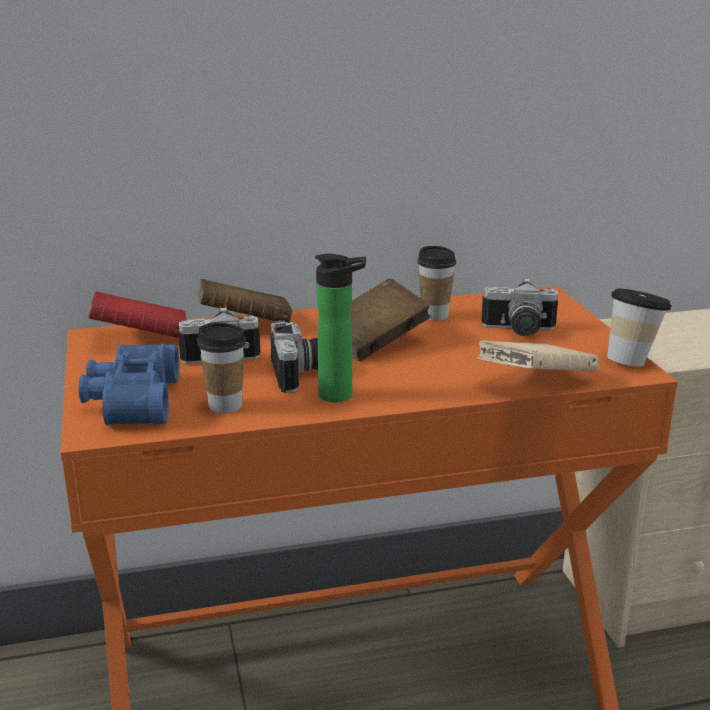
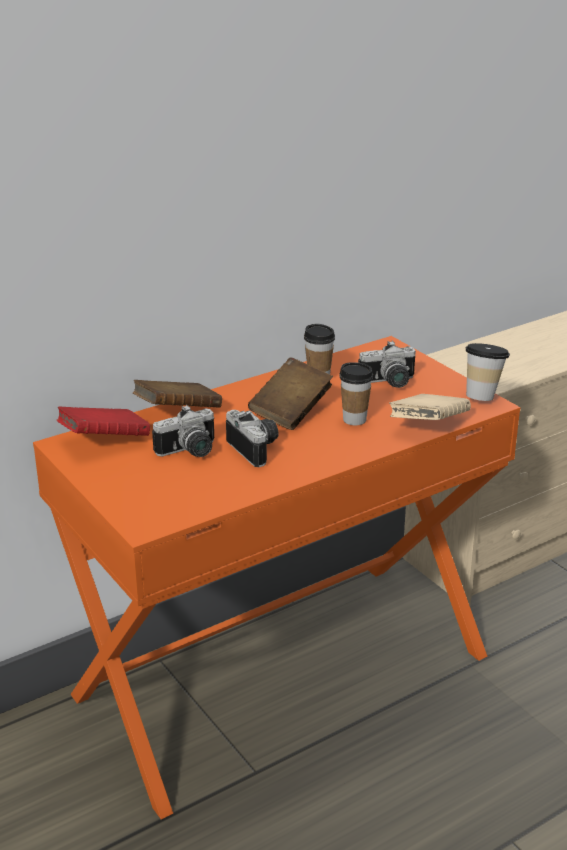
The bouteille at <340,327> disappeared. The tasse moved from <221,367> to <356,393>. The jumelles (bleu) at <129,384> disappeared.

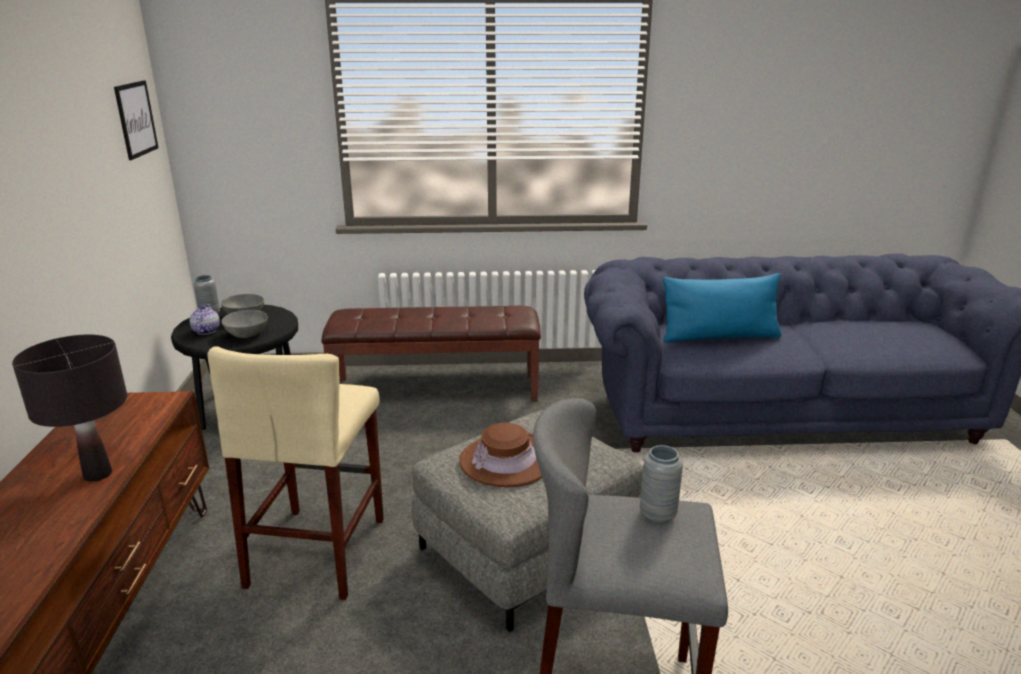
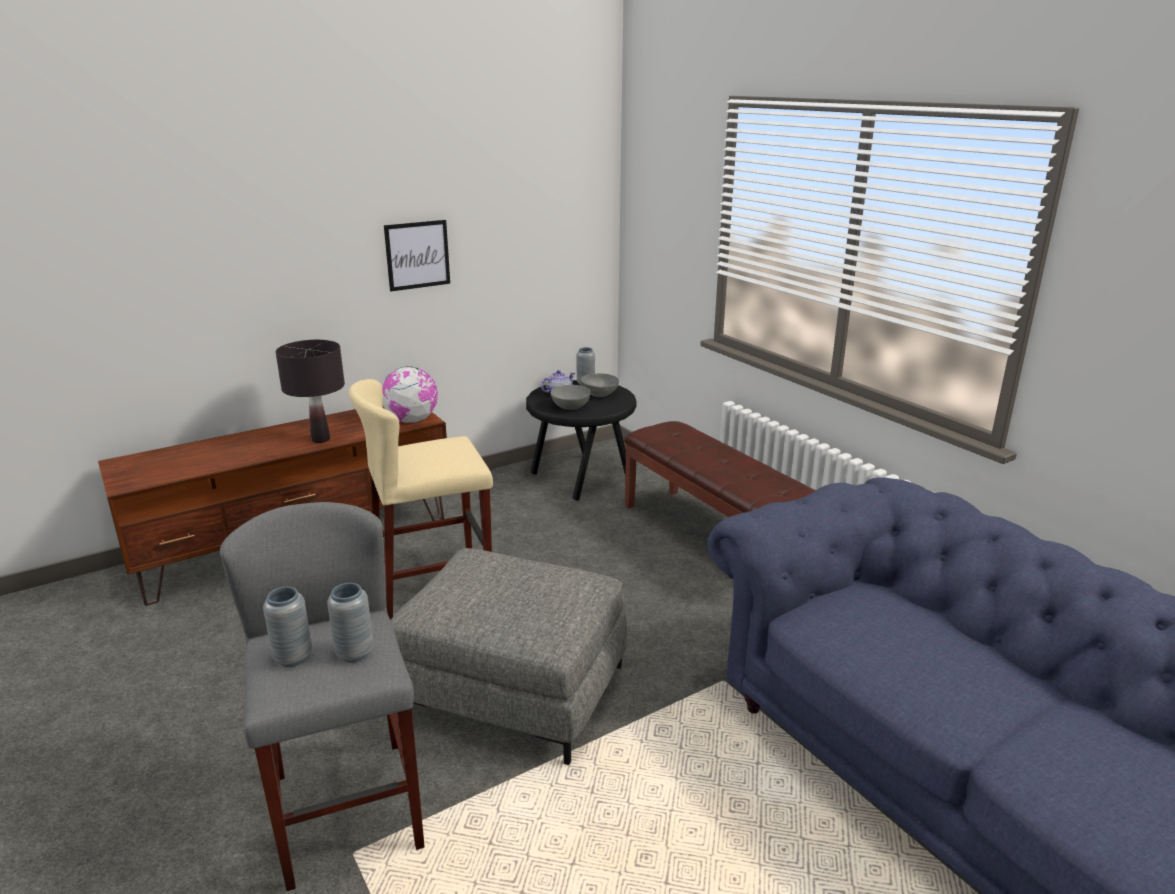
The tableau moved from <136,120> to <417,255>. The coussin (bleu) at <722,307> disappeared. The chapeau (marron) at <500,455> disappeared. The globe at <410,394> appeared. The vase (gris) at <287,627> appeared.

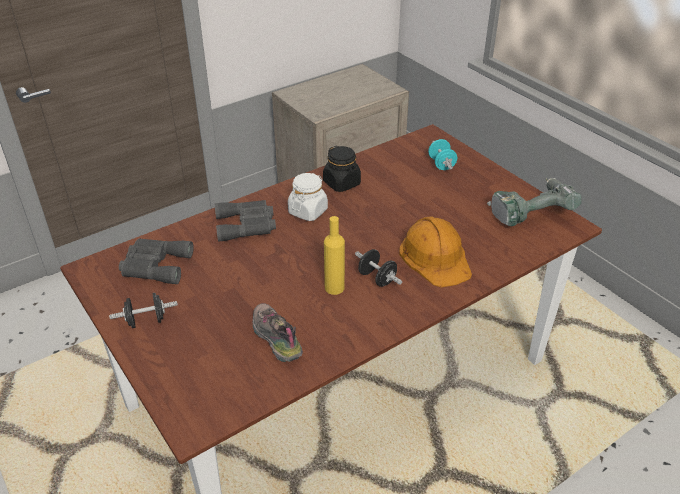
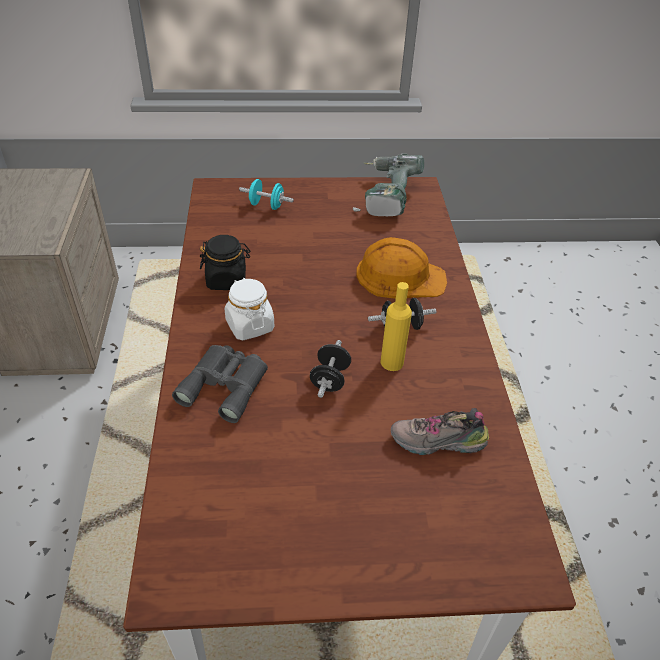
The jumelles (gris) at <156,261> disappeared. The haltère (noir) moved from <143,310> to <330,369>.

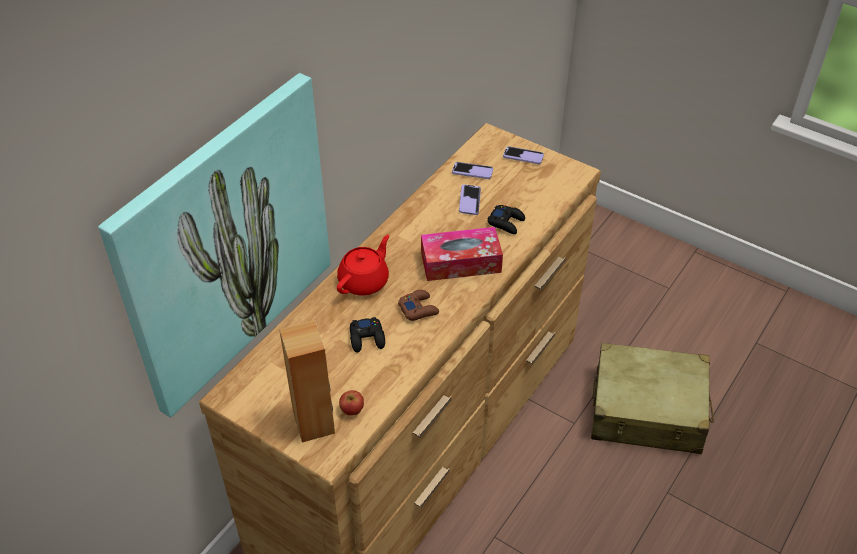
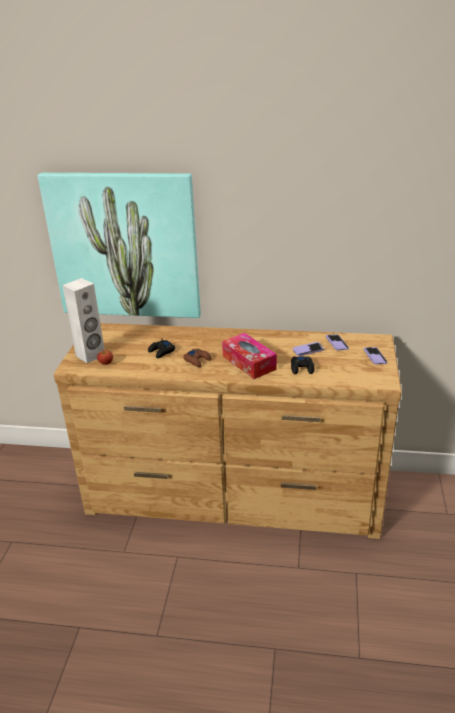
The théière (rouge) at <363,265> disappeared. The enceinte (marron) at <307,381> became the enceinte (blanc) at <83,320>. The valise (beige) at <652,398> disappeared.

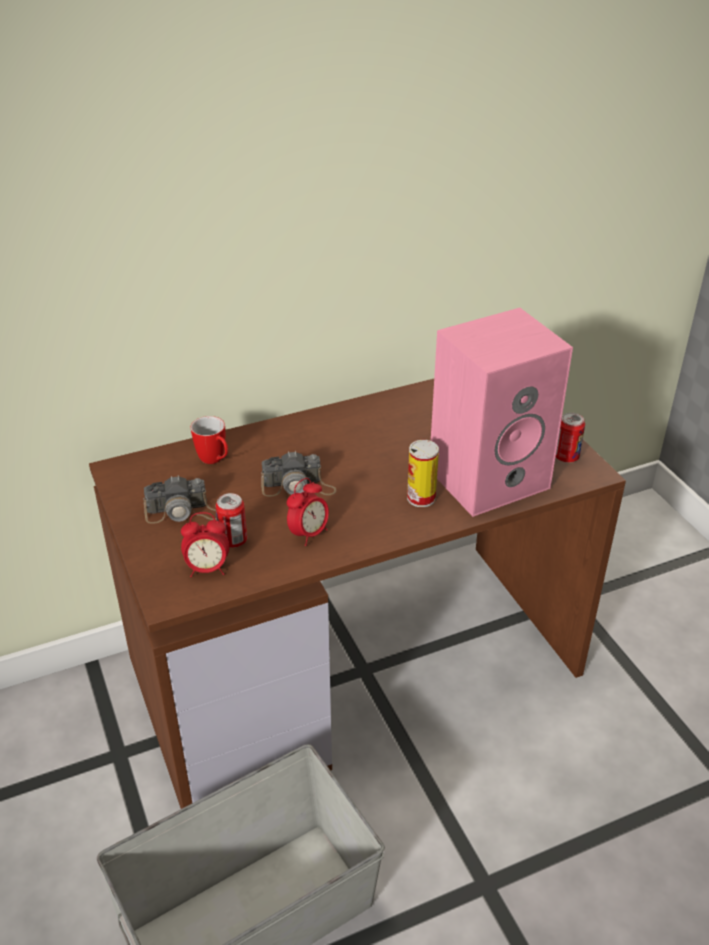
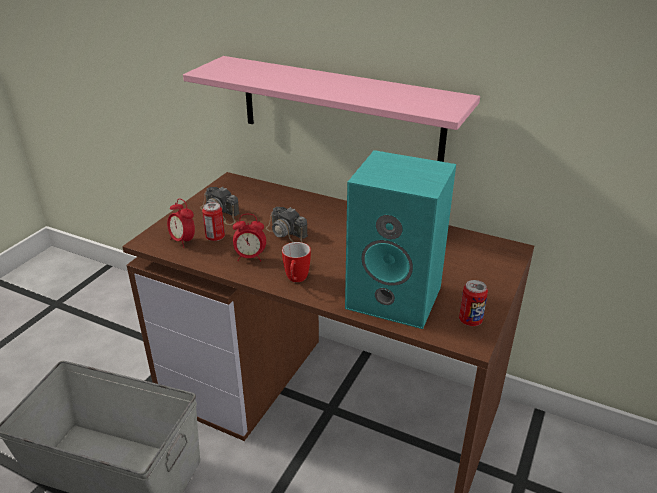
The enceinte (rose) at <502,412> became the enceinte (turquoise) at <400,239>. The mug moved from <209,440> to <296,262>. The boîte métallique at <423,473> disappeared. The étagère (rose) at <331,109> appeared.

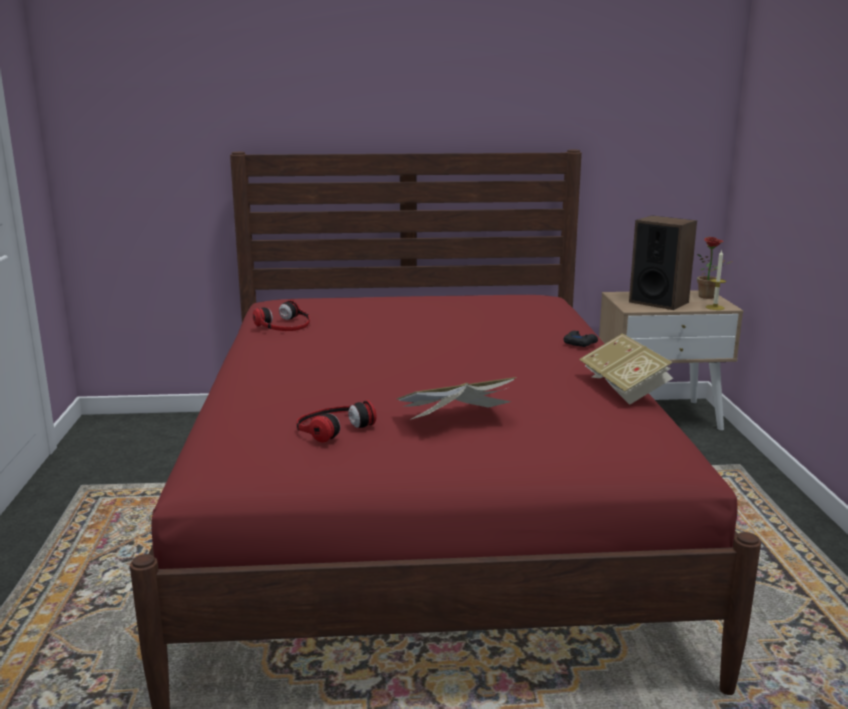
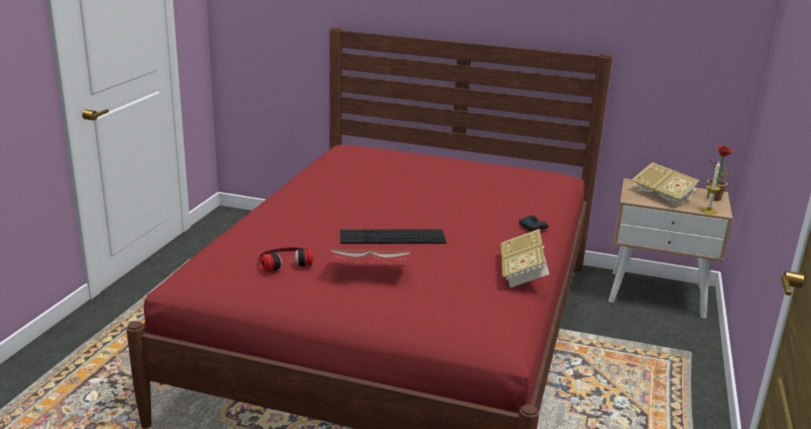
The enceinte at <663,262> was replaced by the livre at <665,184>. The casque audio at <281,315> disappeared. The clavier at <393,236> appeared.

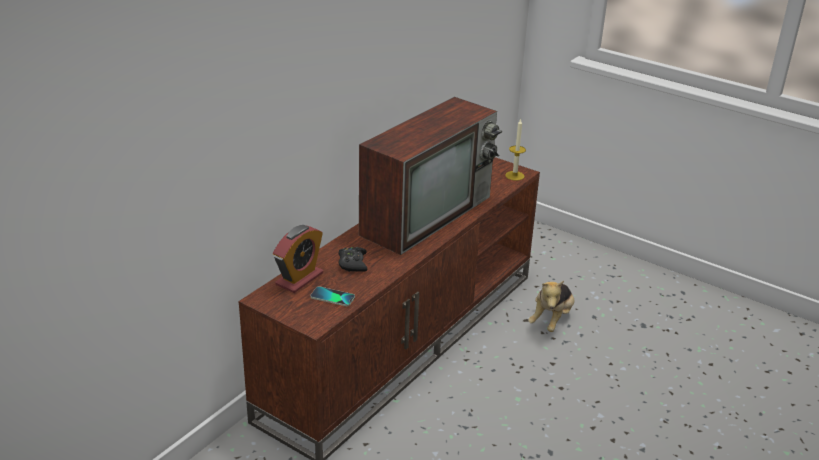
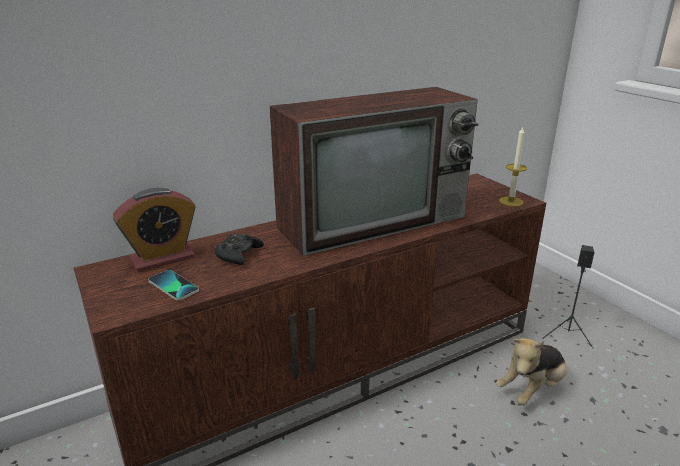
The enceinte (noir) at <569,297> appeared.

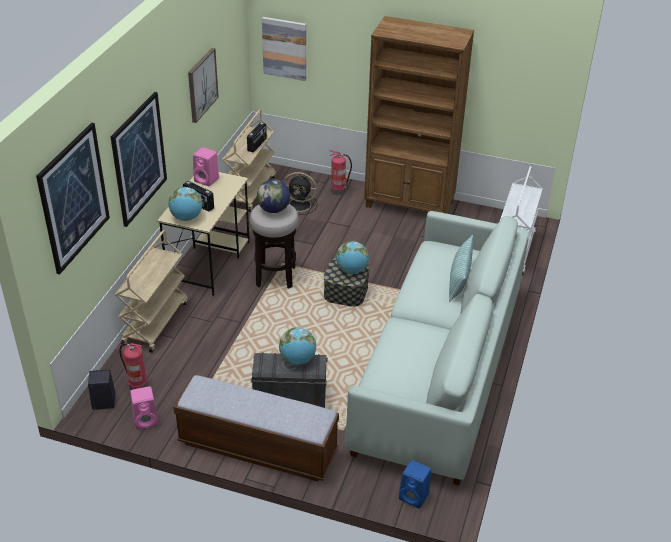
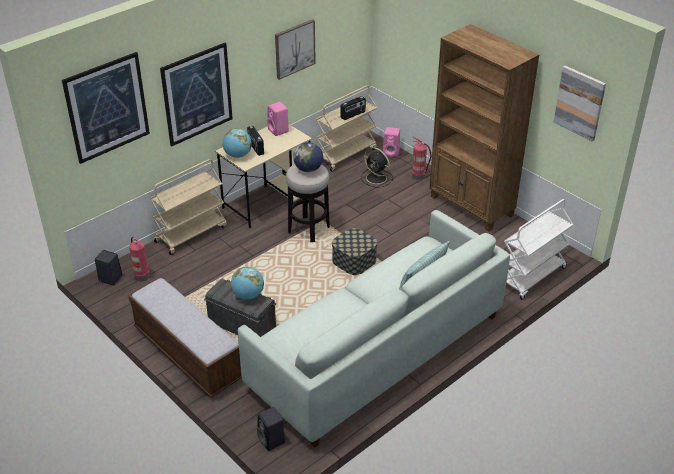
The tableau moved from <284,49> to <579,103>. The globe at <352,257> disappeared. The enceinte (rose) moved from <144,408> to <391,142>. The enceinte (bleu) at <415,484> became the enceinte (noir) at <271,429>.

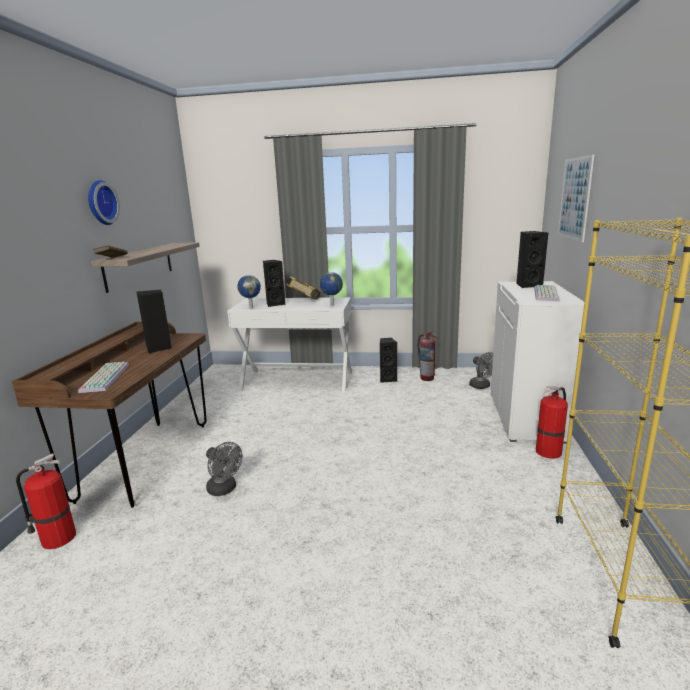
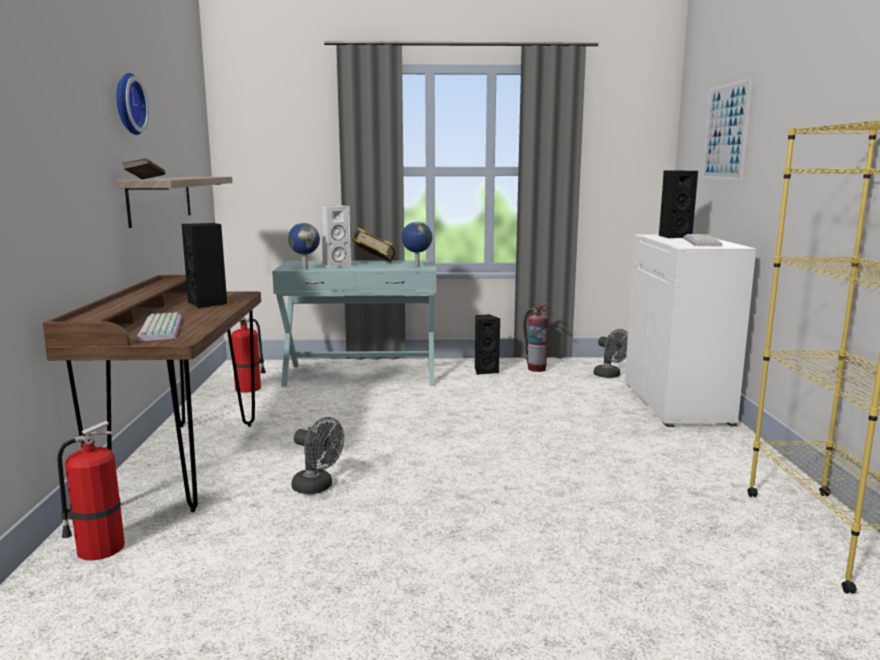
The enceinte (noir) at <274,283> became the enceinte (blanc) at <336,236>. The table console (blanc) at <289,345> became the table console (turquoise) at <354,323>. The extincteur moved from <552,423> to <248,355>.

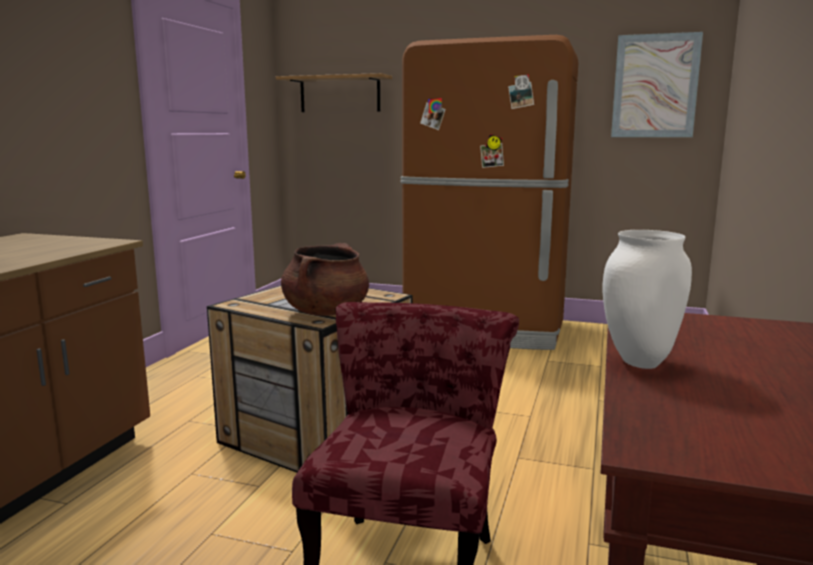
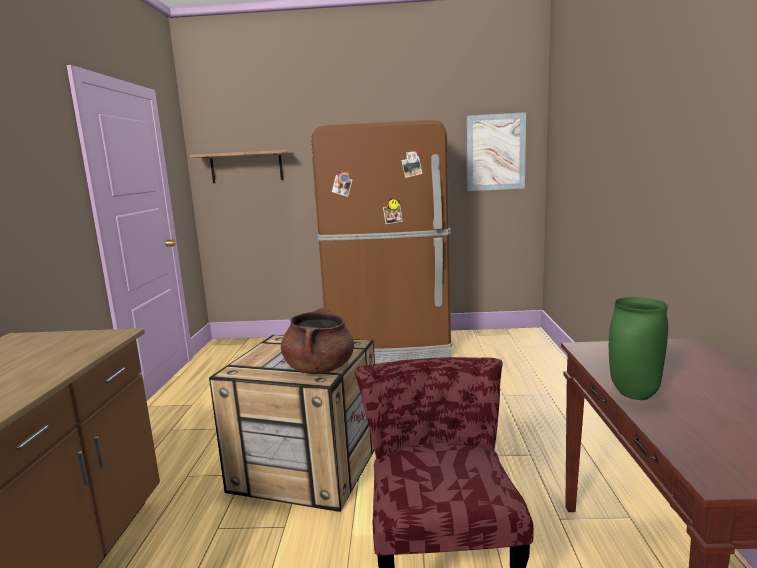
The vase (blanc) at <647,299> became the vase (vert) at <638,348>.

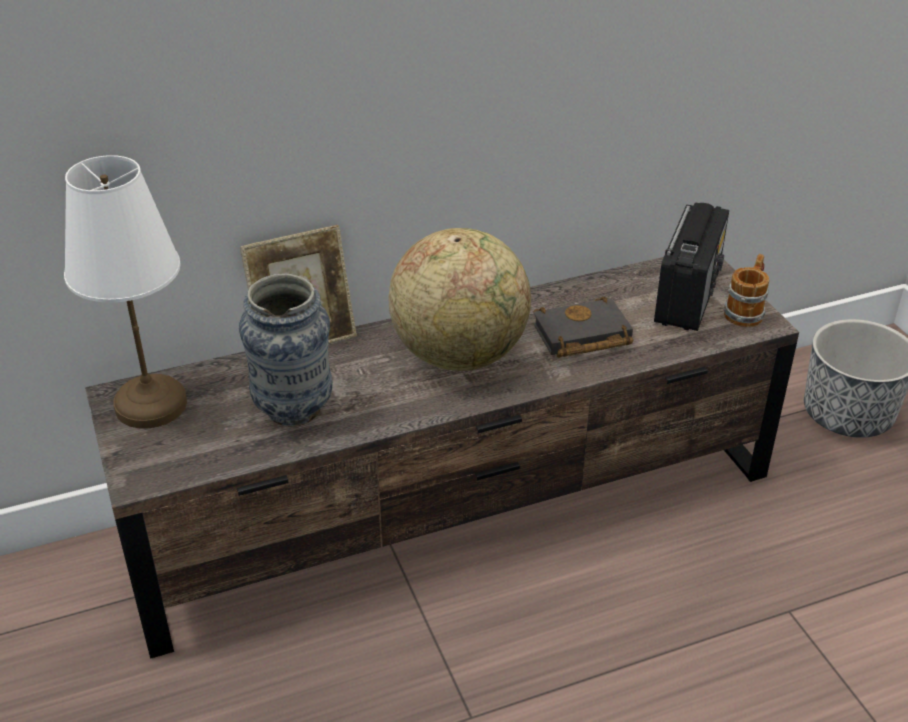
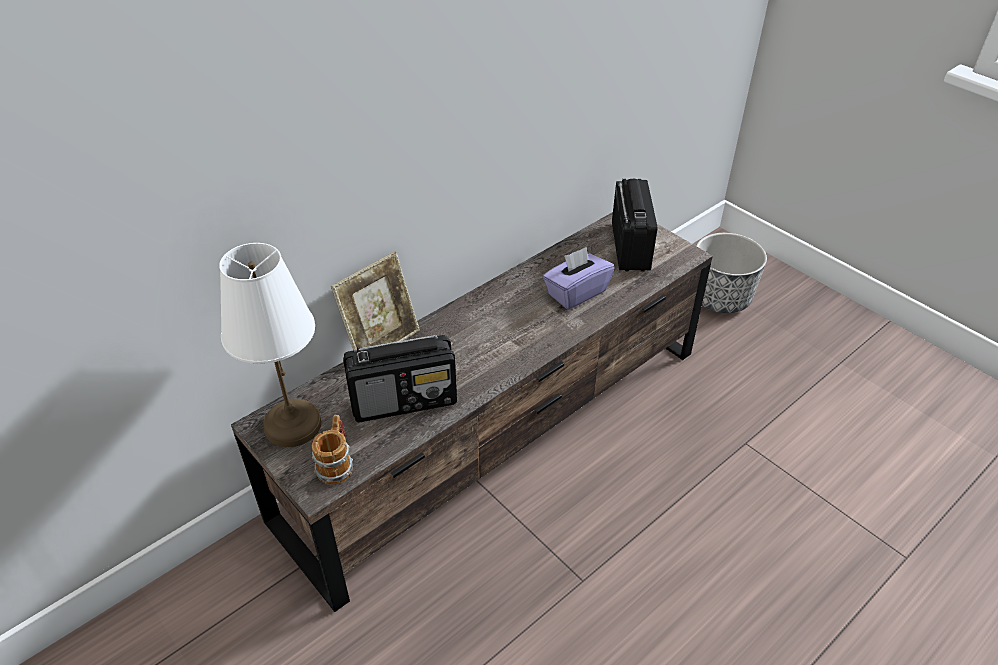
The globe at <460,299> disappeared. The mug moved from <746,290> to <332,449>. The vase at <286,350> was replaced by the radio at <400,378>. The livre (noir) at <583,327> was replaced by the boîte à mouchoirs (violet) at <578,278>.

